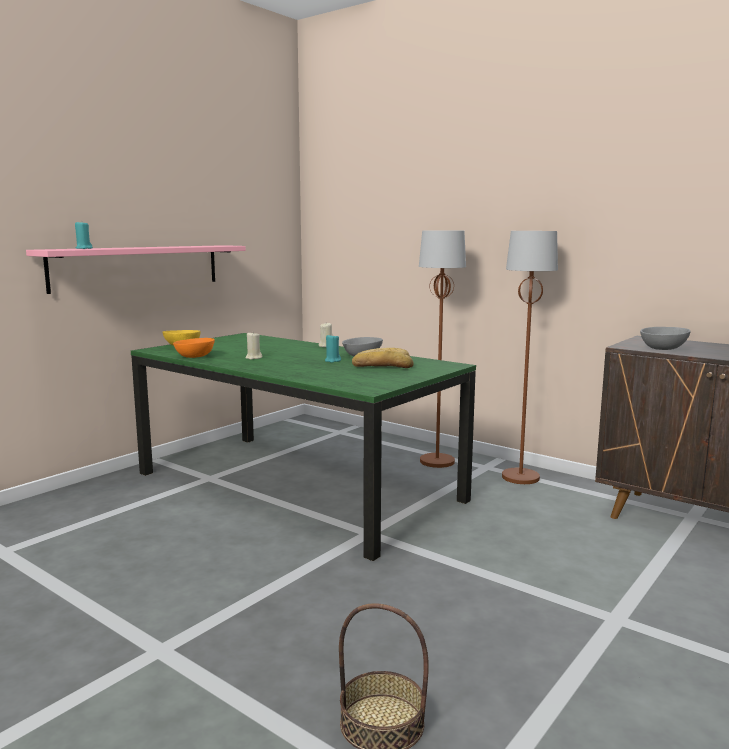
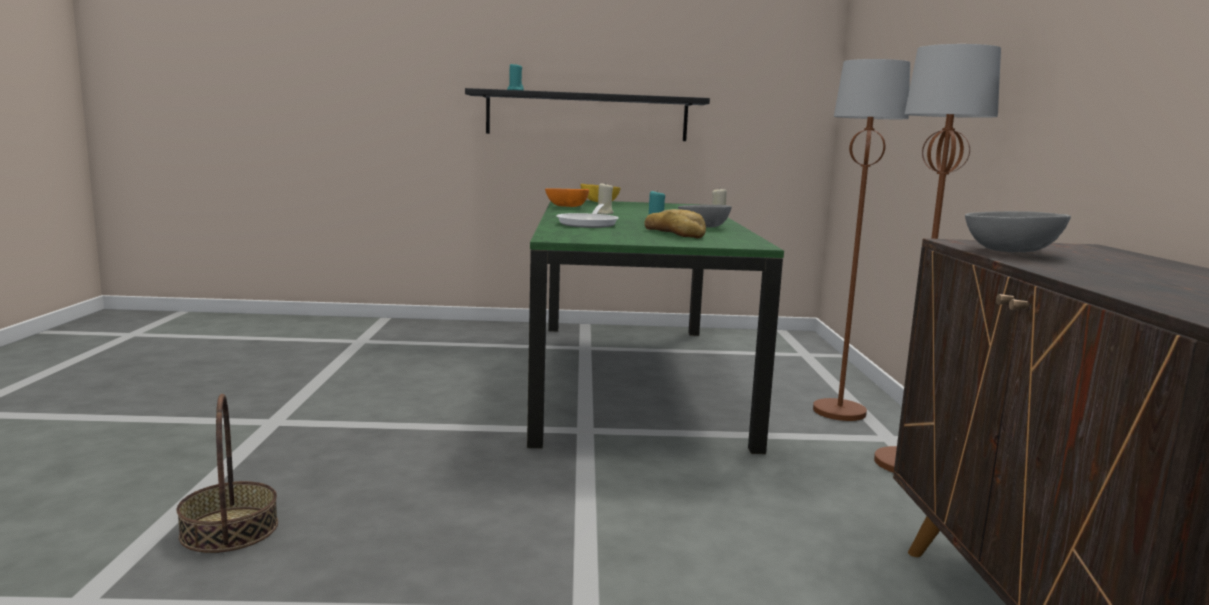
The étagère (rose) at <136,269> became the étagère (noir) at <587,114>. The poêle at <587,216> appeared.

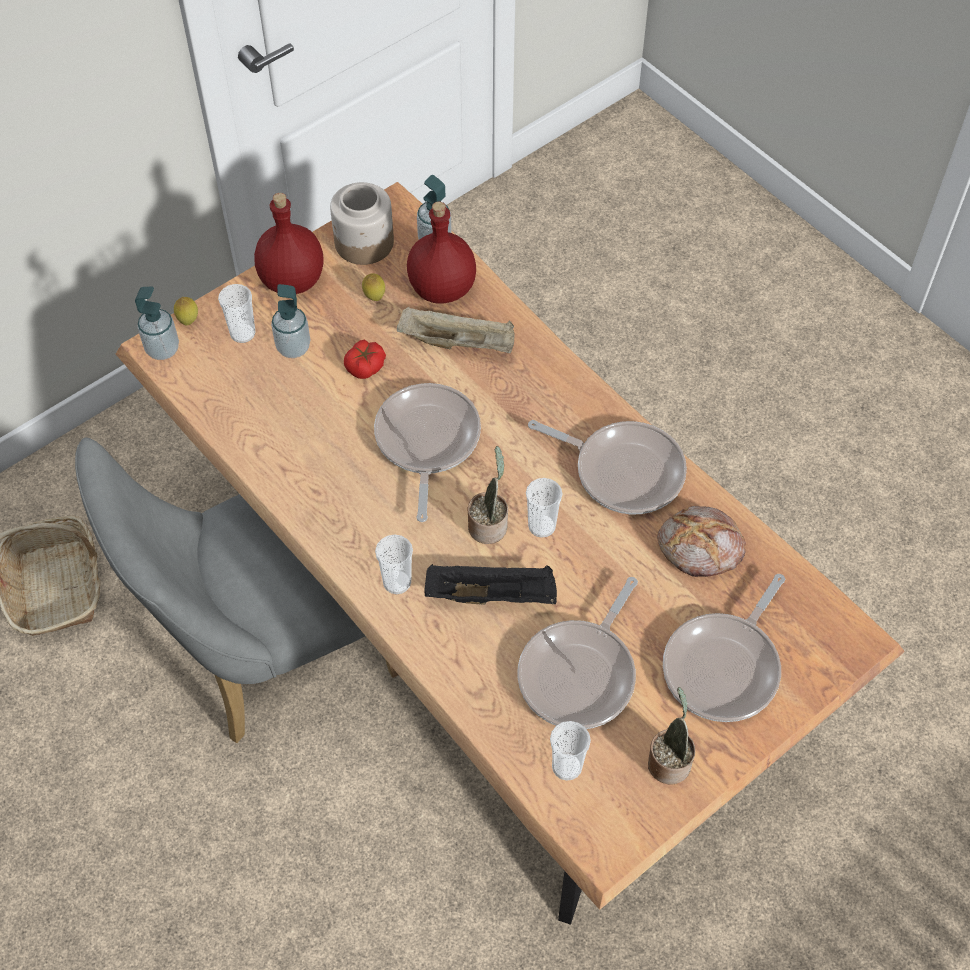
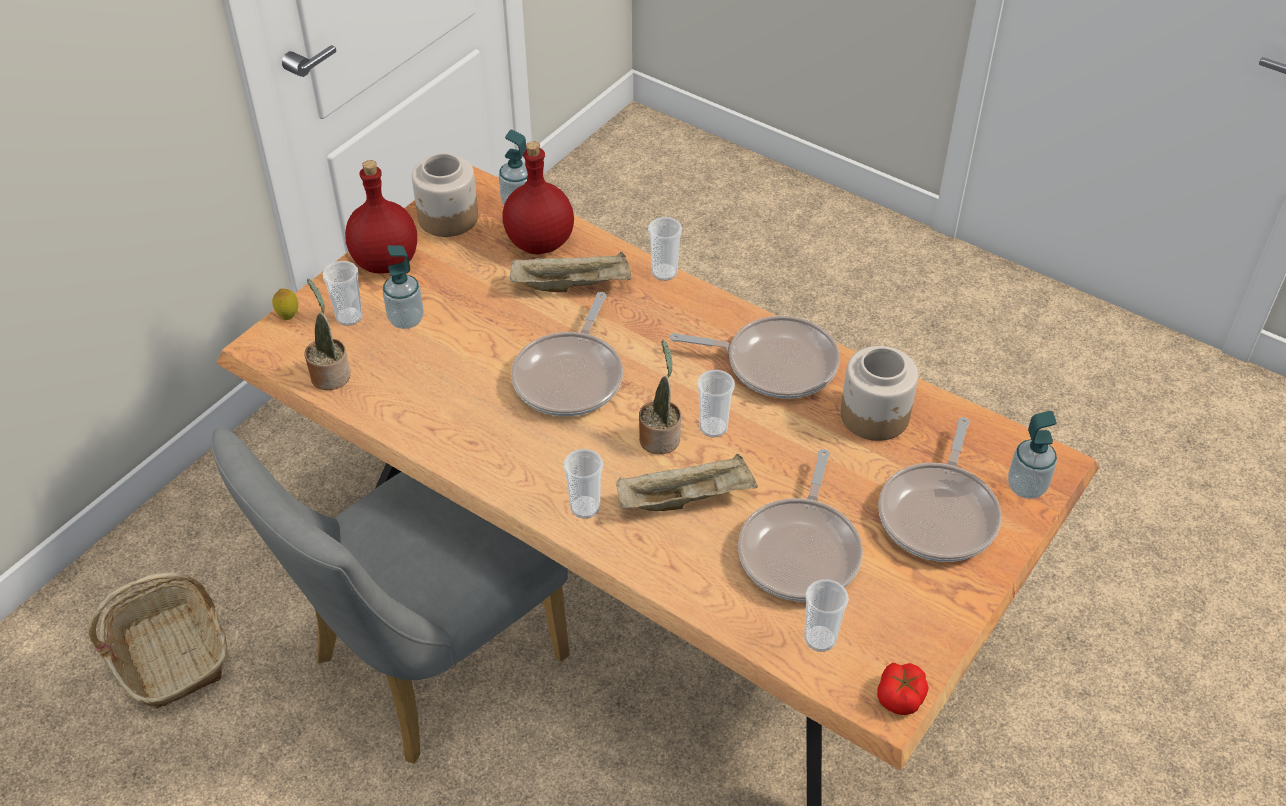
The citron at <373,287> disappeared. The distributeur de savon moved from <157,323> to <1032,455>. The tomate moved from <365,359> to <903,689>. The poêle at <427,452> turned 150 degrees counterclockwise. The pain at <701,541> was replaced by the bocal at <879,393>. The plateau (noir) at <490,584> became the plateau (beige) at <687,482>. The plante en pot moved from <671,736> to <327,334>. The tasse at <665,249> appeared.

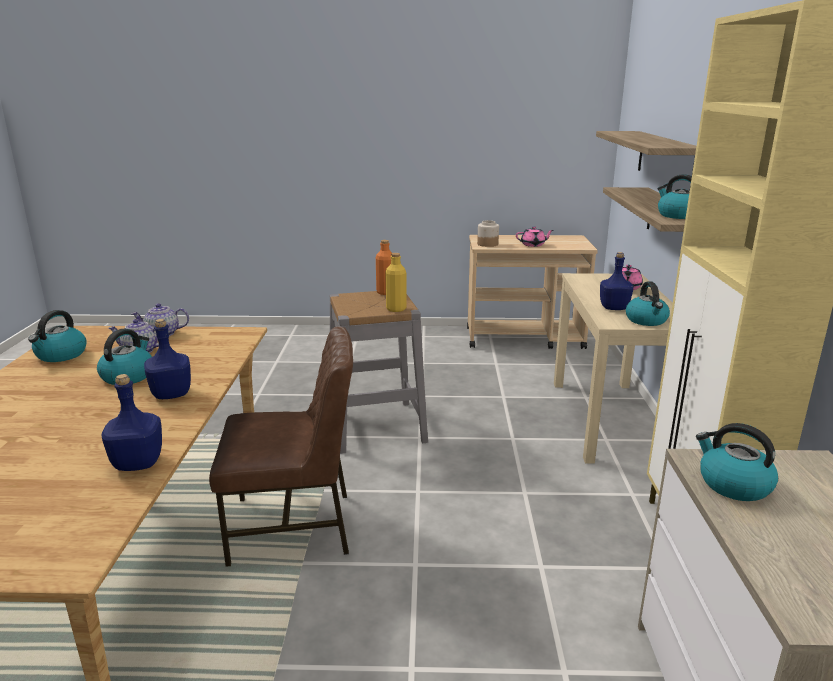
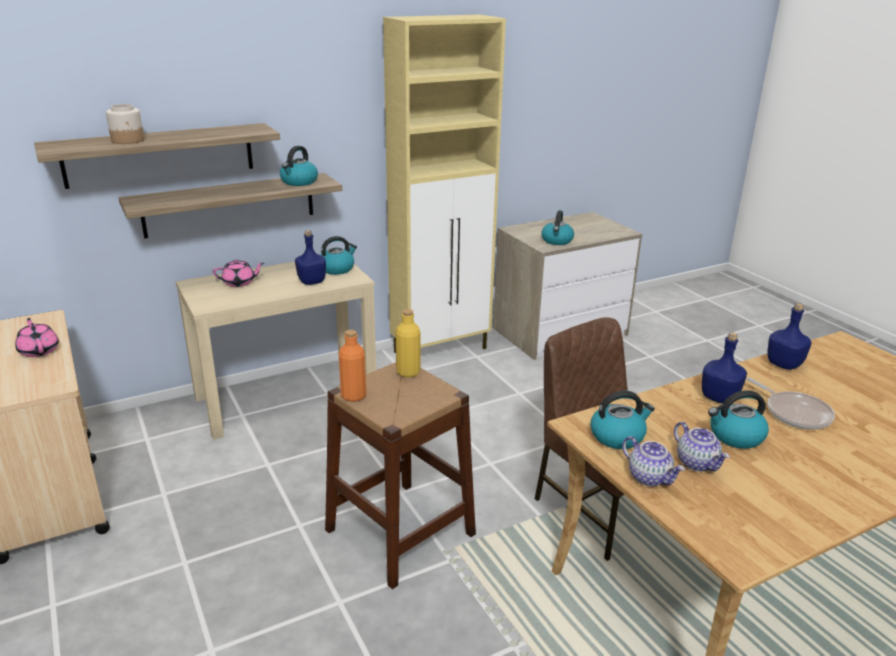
The bocal moved from <488,233> to <125,124>. The tabouret (gris) at <379,372> became the tabouret (marron) at <400,475>. The bouilloire moved from <57,336> to <623,420>. The poêle at <790,403> appeared.

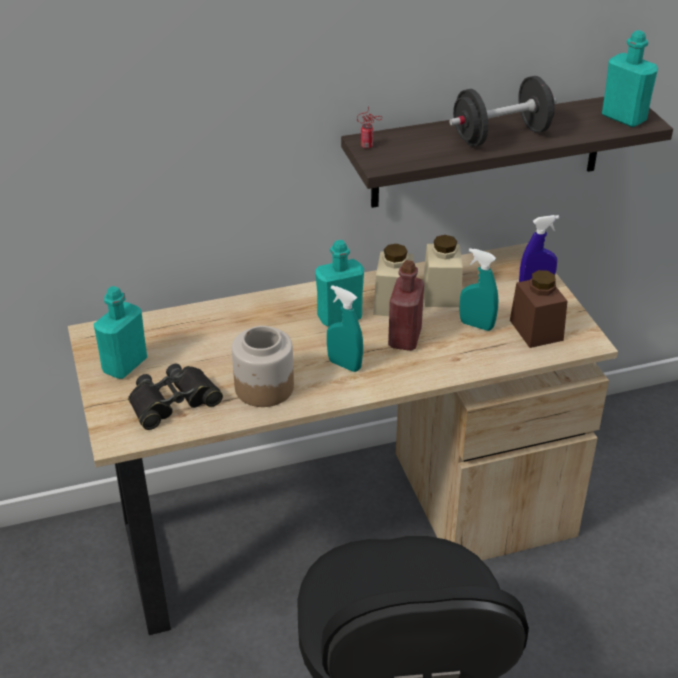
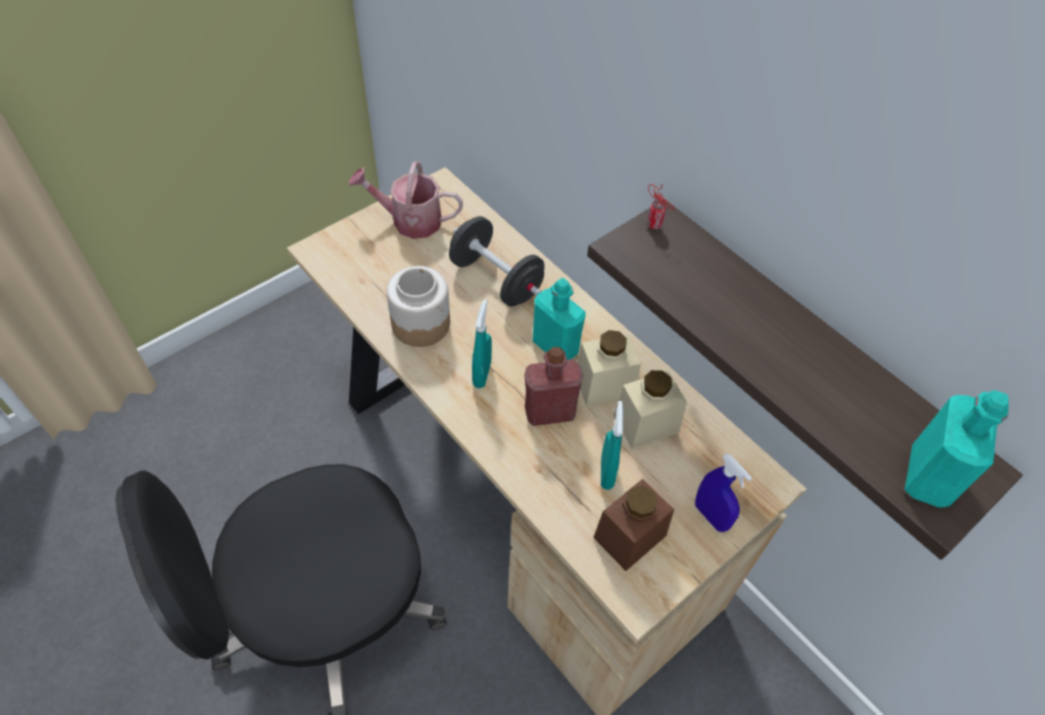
The haltère (noir) moved from <503,111> to <497,261>. The bouteille (turquoise) at <120,332> was replaced by the arrosoir at <406,200>. The jumelles (noir) at <175,397> disappeared.

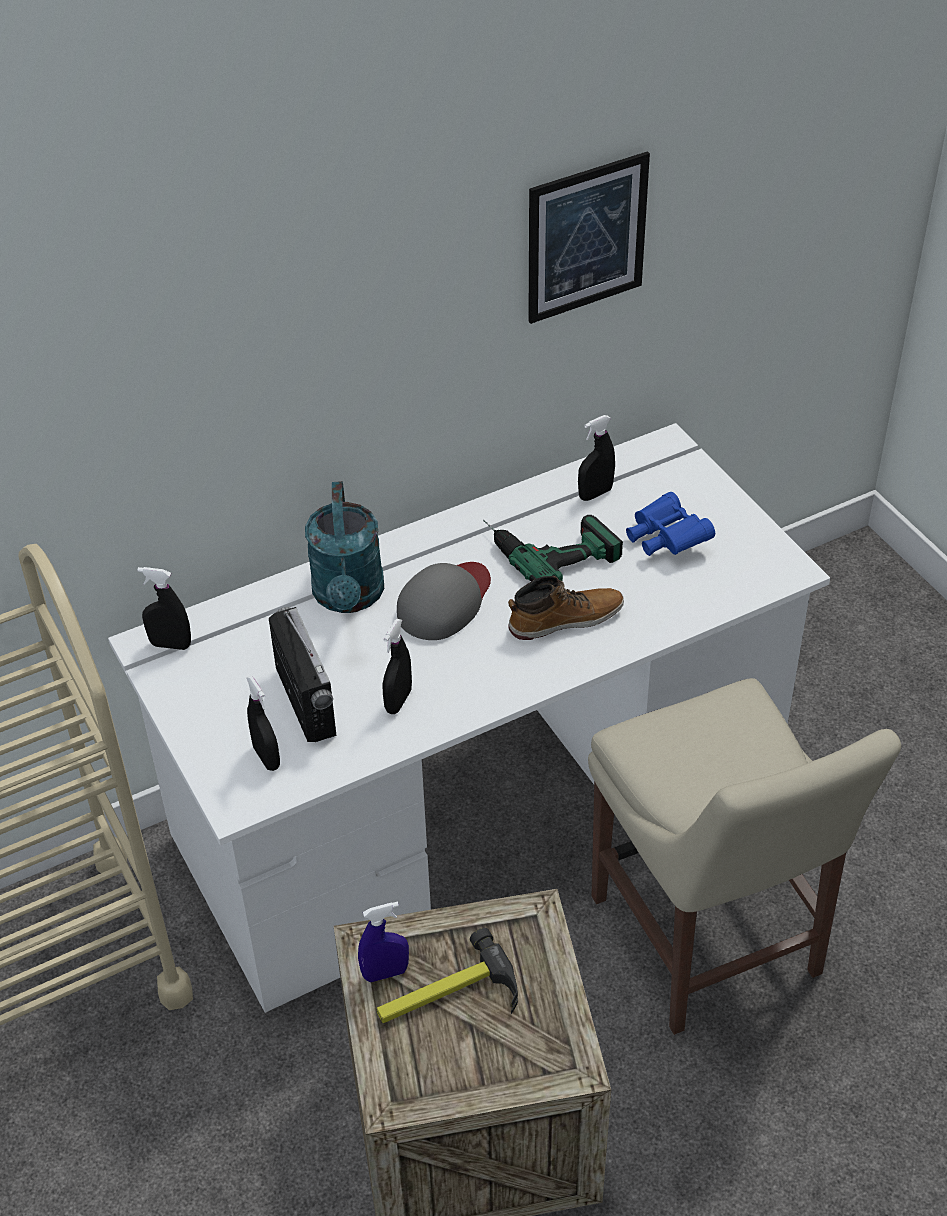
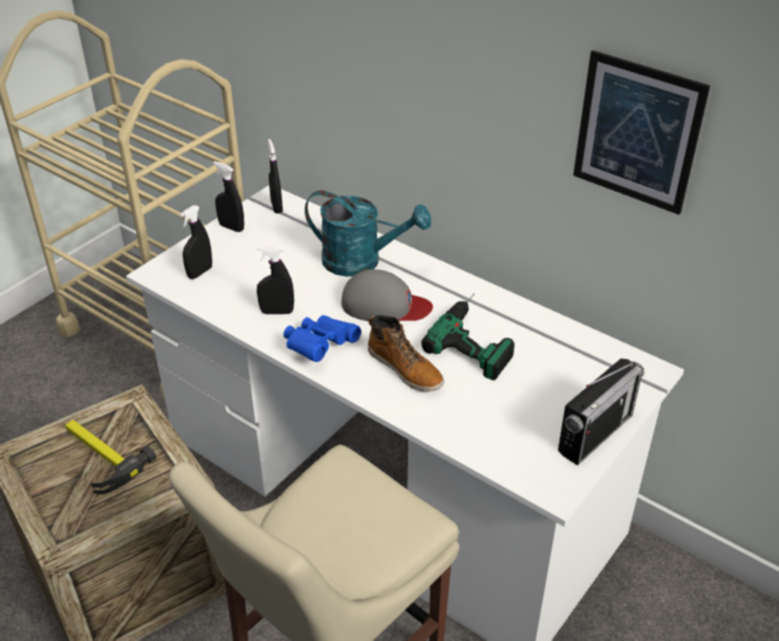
The vaporisateur (noir) moved from <596,458> to <228,196>. The arrosoir (turquoise) at <344,547> turned 135 degrees counterclockwise. The jumelles (bleu) moved from <670,524> to <322,338>. The radio moved from <303,674> to <601,412>. The vaporisateur (bleu) at <383,941> disappeared.

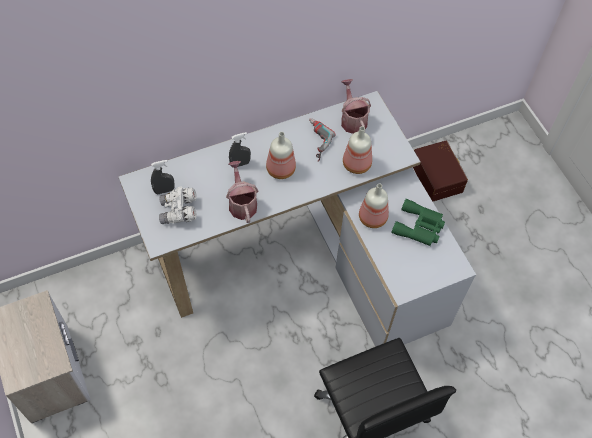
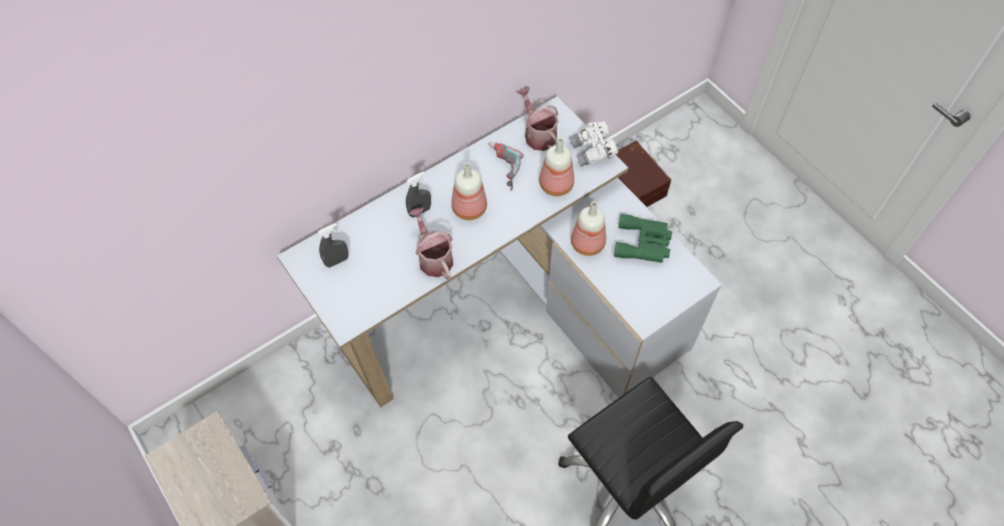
The jumelles (blanc) moved from <178,205> to <593,144>.

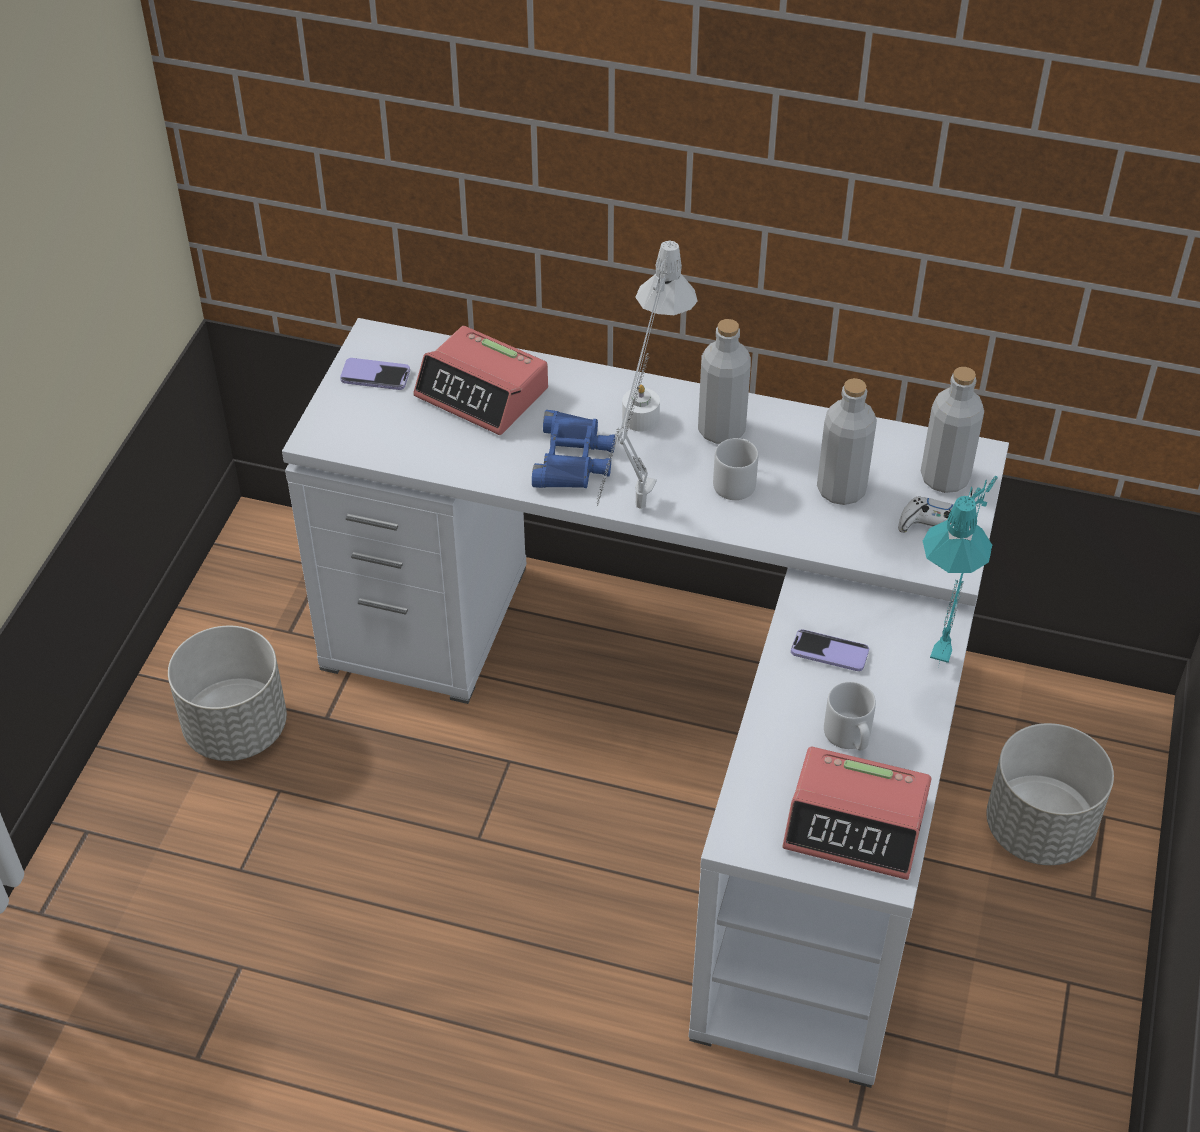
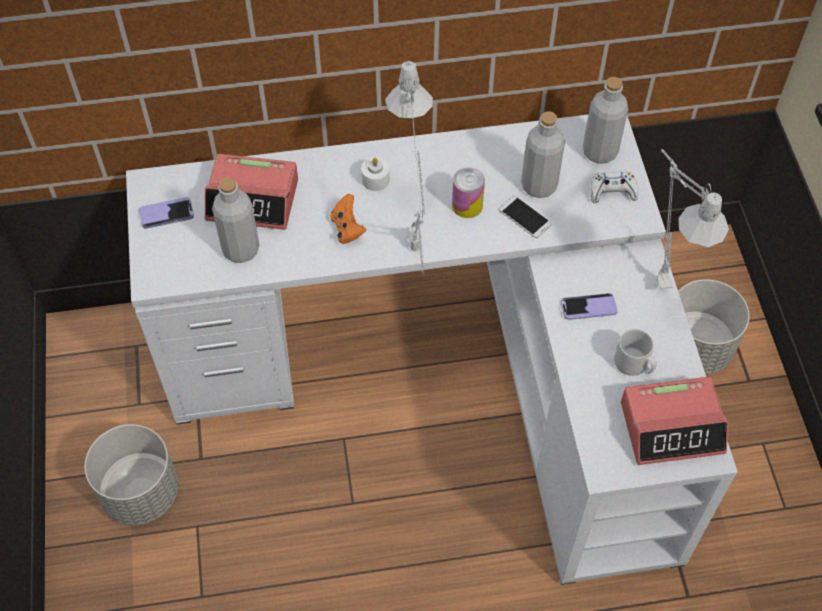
The bouteille (gris) moved from <724,381> to <236,220>. The jumelles (bleu) at <573,449> was replaced by the manette (orange) at <348,219>. The mug (gris) at <735,469> was replaced by the boîte métallique at <468,192>. The lampe de table (turquoise) at <960,569> became the lampe de table (gris) at <693,219>. The téléphone at <525,216> appeared.

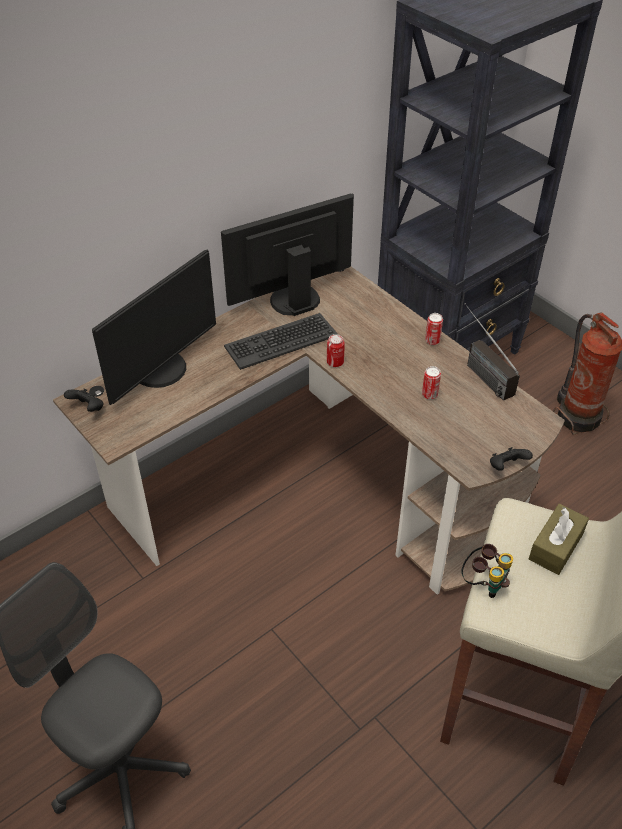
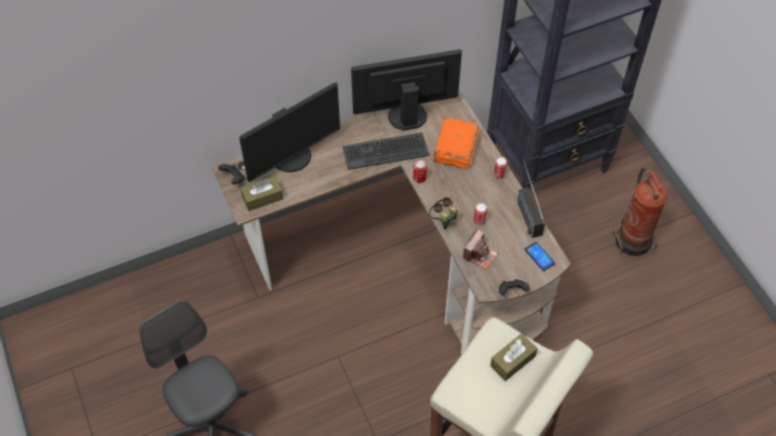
The jumelles moved from <487,571> to <443,213>. The livre (orange) at <456,143> appeared. The boîte à mouchoirs (marron) at <262,193> appeared. The appareil photo at <481,249> appeared. The téléphone at <540,256> appeared.

